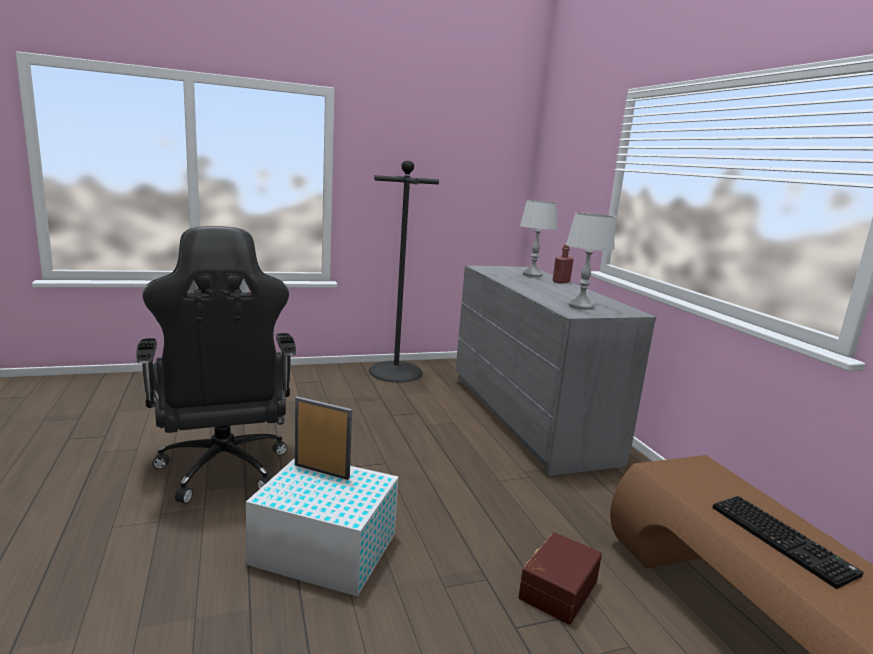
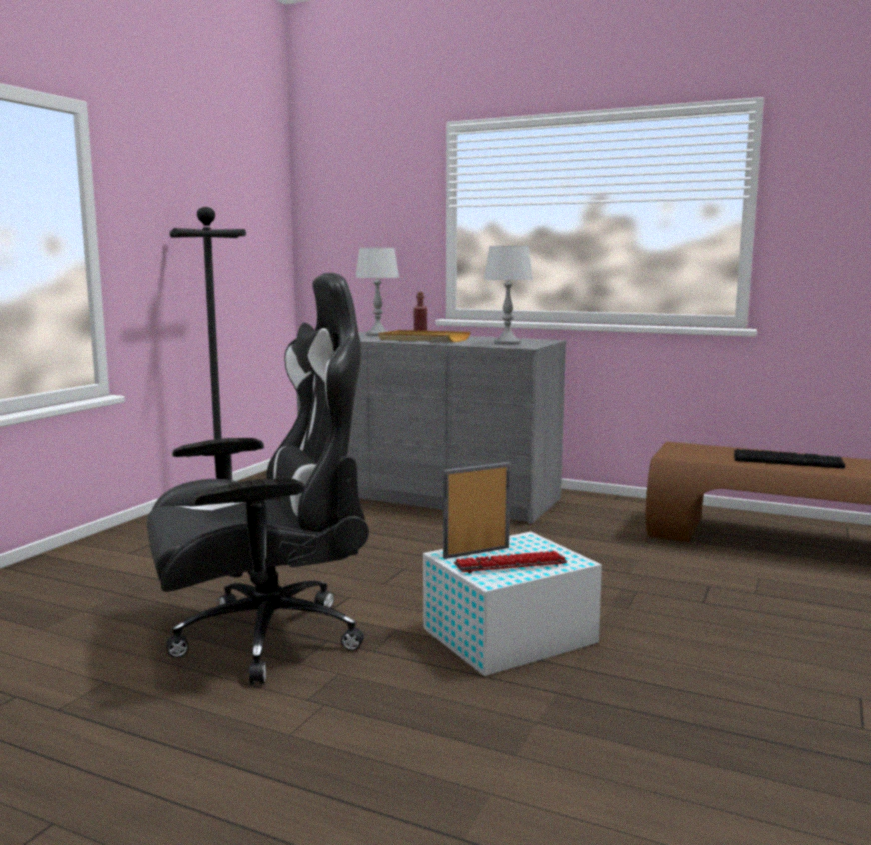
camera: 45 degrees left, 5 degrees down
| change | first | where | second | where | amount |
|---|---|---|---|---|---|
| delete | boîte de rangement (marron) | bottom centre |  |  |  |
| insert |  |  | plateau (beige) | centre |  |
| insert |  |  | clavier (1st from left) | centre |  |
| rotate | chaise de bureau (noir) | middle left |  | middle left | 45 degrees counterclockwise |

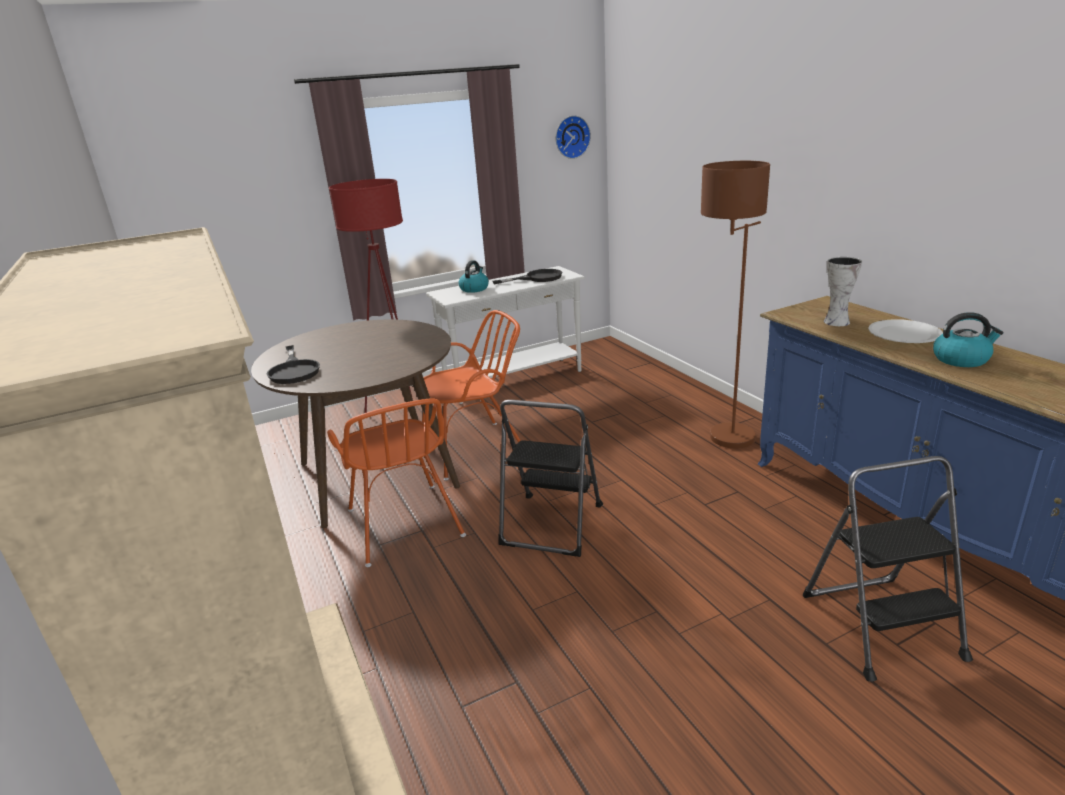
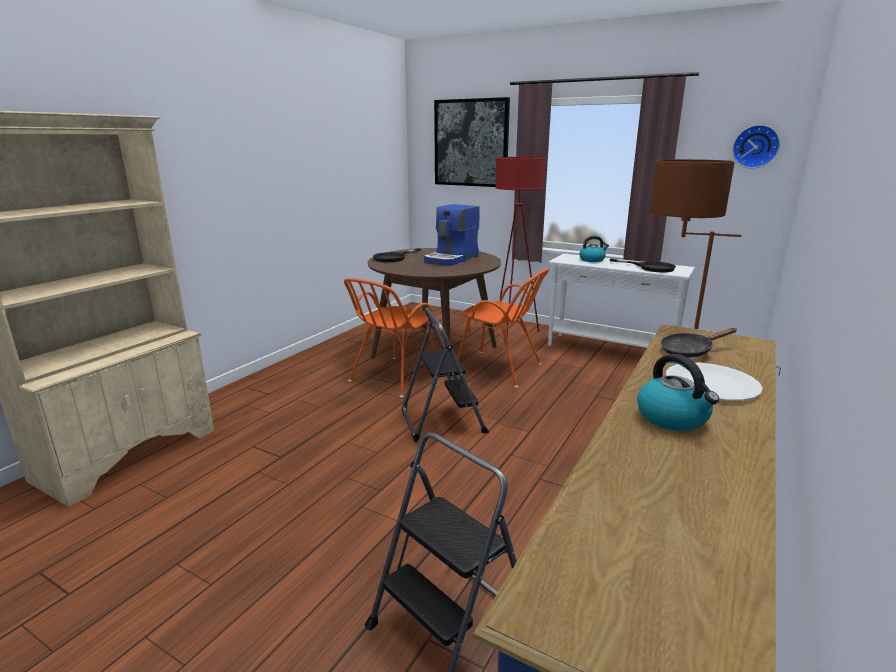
camera: 55 degrees right, 5 degrees down
| change | first | where | second | where | amount |
|---|---|---|---|---|---|
| insert |  |  | machine à café | centre |  |
| insert |  |  | tableau | top centre |  |
| replace | vase | middle right | poêle (noir) (3rd from left) | middle right |  |

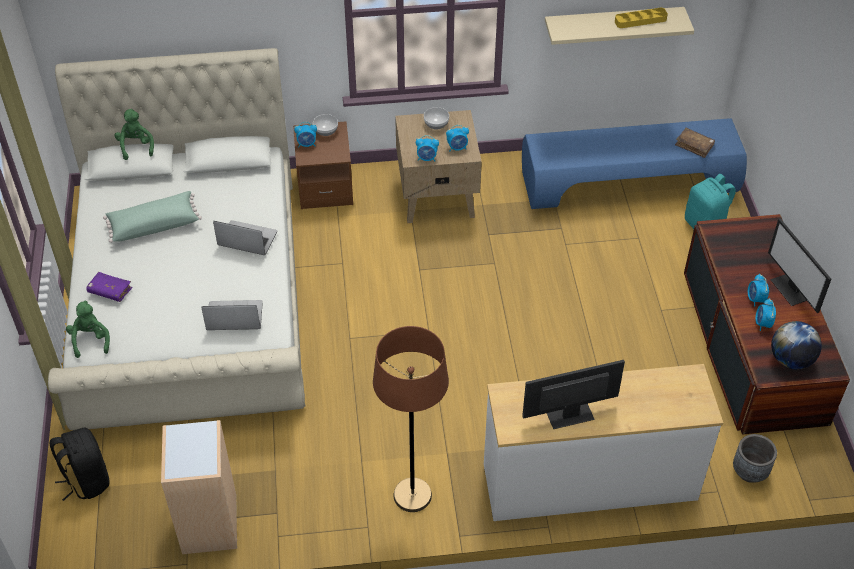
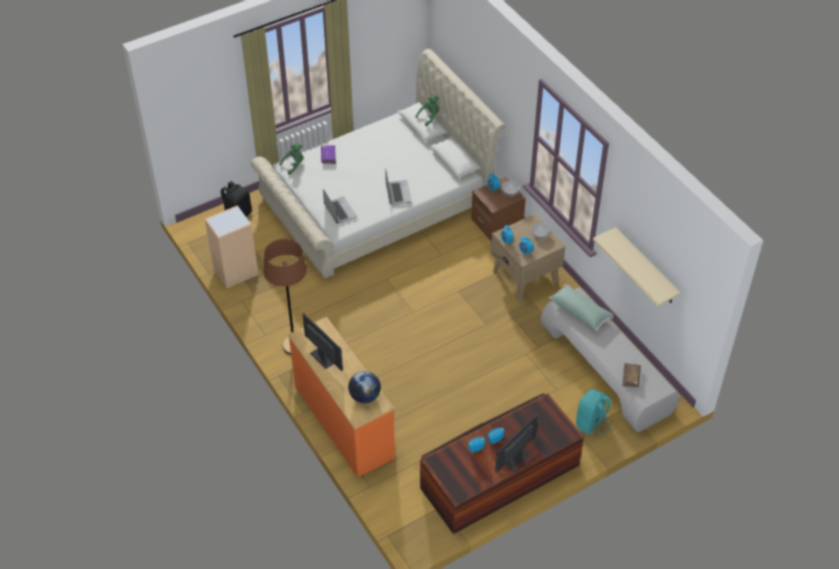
camera: 65 degrees right, 0 degrees up
| change | first | where | second | where | amount |
|---|---|---|---|---|---|
| delete | plateau (jaune) | top right |  |  |  |
| delete | cache-pot (gris) | bottom right |  |  |  |
| move | coussin (vert) | middle left |  | middle right |  |
| move | globe | middle right |  | bottom centre |  |
| recolor | commode (blanc) | bottom right | commode (orange) | bottom centre |  |
| recolor | banc (bleu) | top right | banc (gris) | middle right |  |

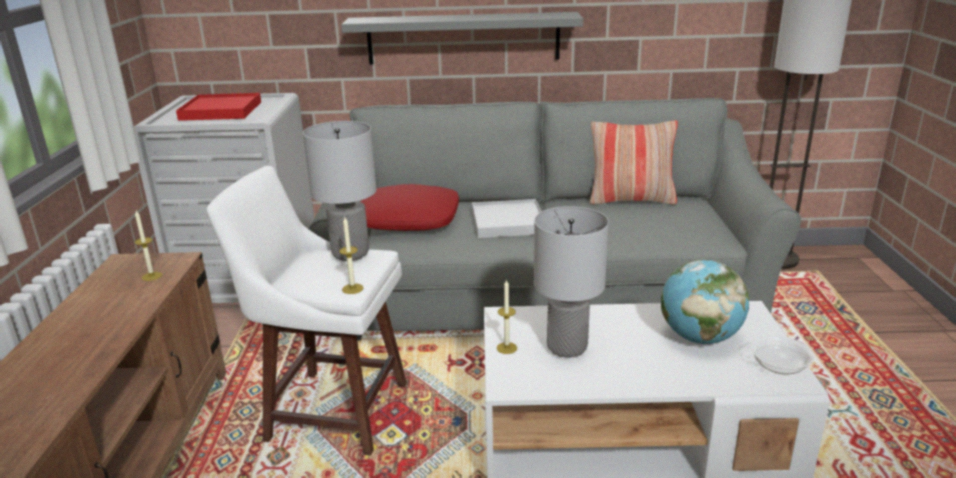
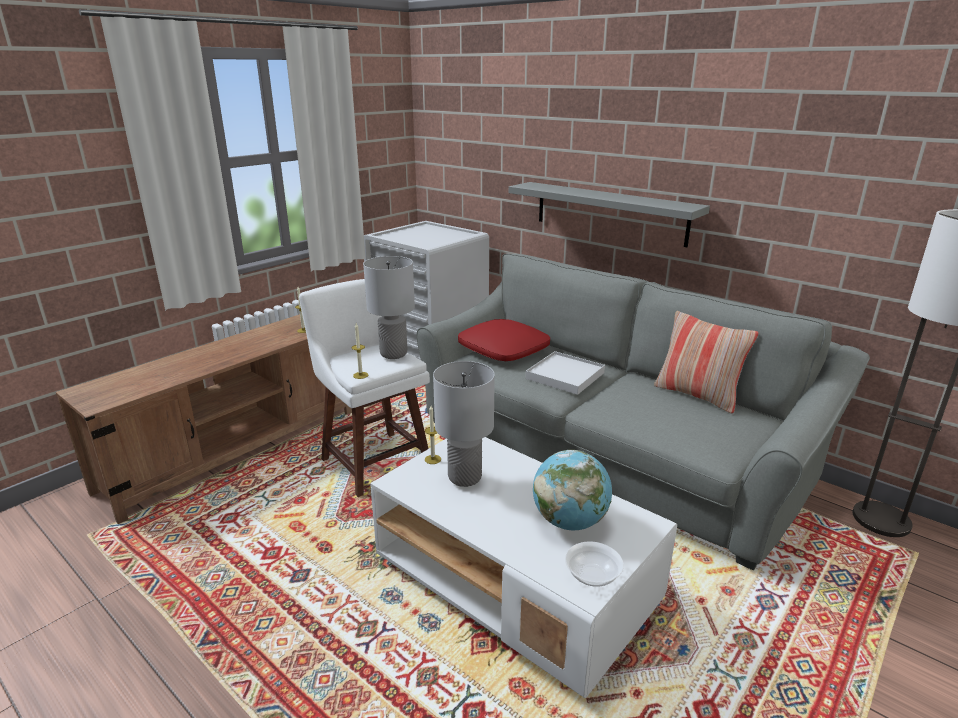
camera: 40 degrees right, 0 degrees up
| change | first | where | second | where | amount |
|---|---|---|---|---|---|
| delete | plateau (rouge) | top left |  |  |  |

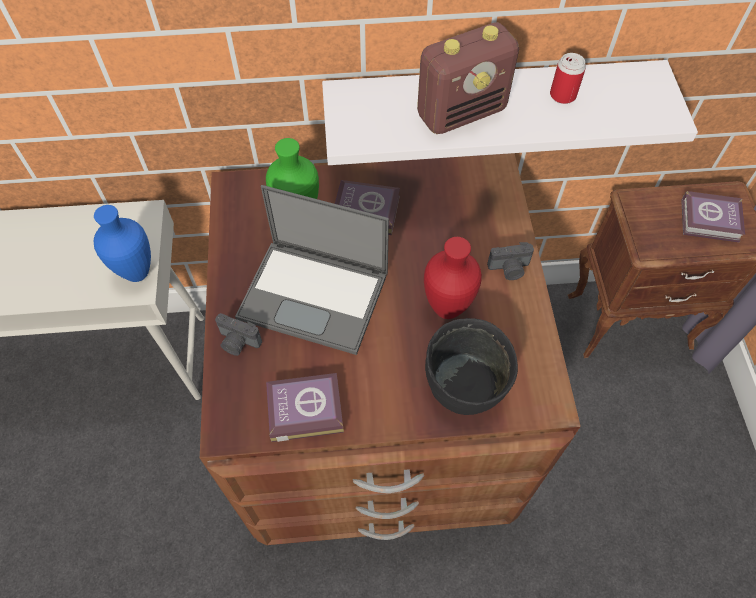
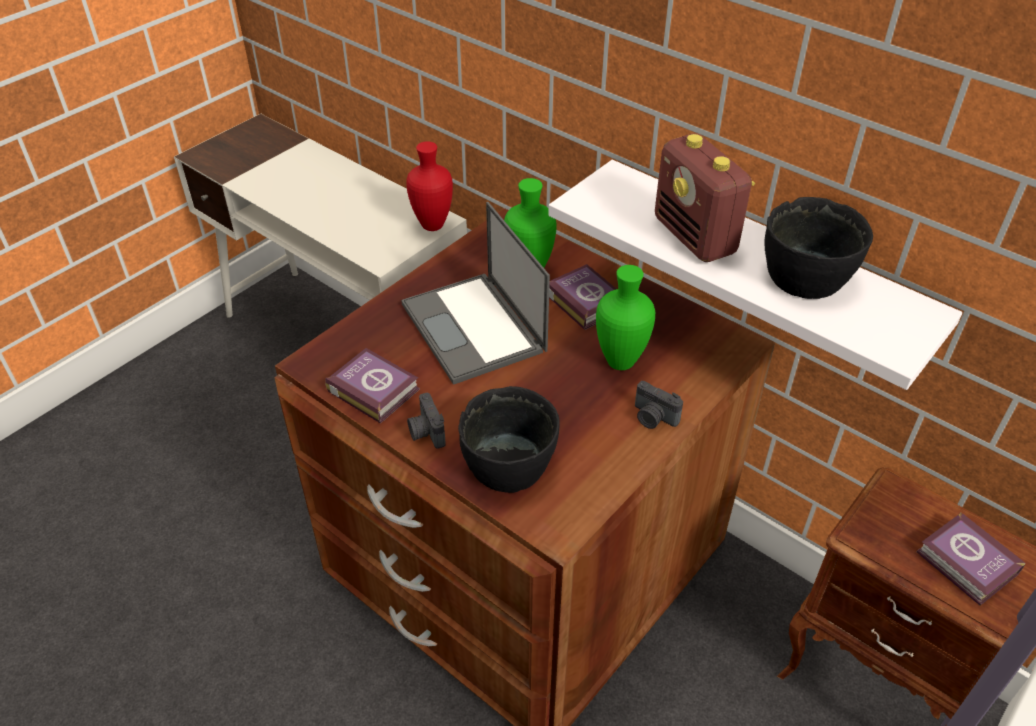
camera: 45 degrees right, 15 degrees down
| change | first | where | second | where | amount |
|---|---|---|---|---|---|
| delete | vase (bleu) | middle left |  |  |  |
| insert |  |  | vase (vert) (2nd from left) | centre |  |
| move | appareil photo (1st from left) | middle left |  | centre |  |
| move | vase (rouge) | centre |  | top centre |  |
| replace | boîte métallique | top right | bol (noir) (2nd from left) | middle right |  |
| rotate | radio | top centre |  | top right | 45 degrees clockwise |

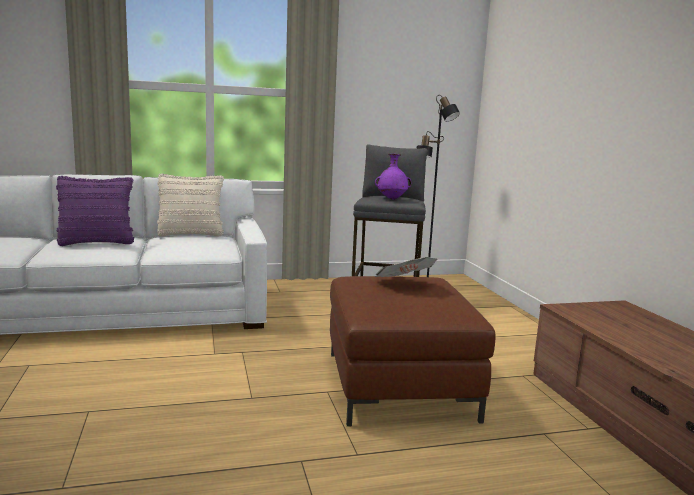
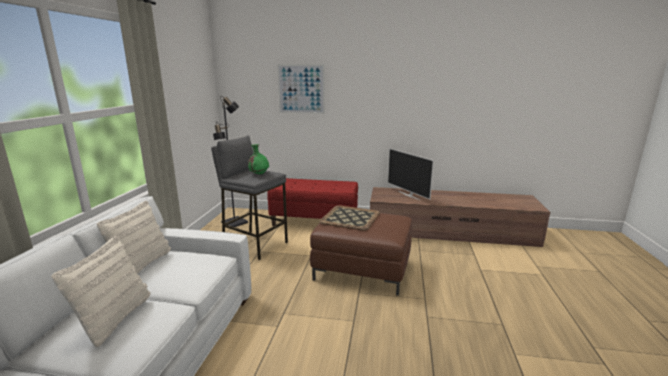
camera: 65 degrees left, 5 degrees up
| change | first | where | second | where | amount |
|---|---|---|---|---|---|
| insert |  |  | banc (rouge) | centre |  |
| insert |  |  | tableau | top centre |  |
| insert |  |  | téléviseur | centre |  |
| replace | journal | centre | plateau | centre |  |
| recolor | coussin (violet) | middle left | coussin (beige) (1st from left) | bottom left |  |
| recolor | vase (violet) | centre | vase (vert) | centre |  |

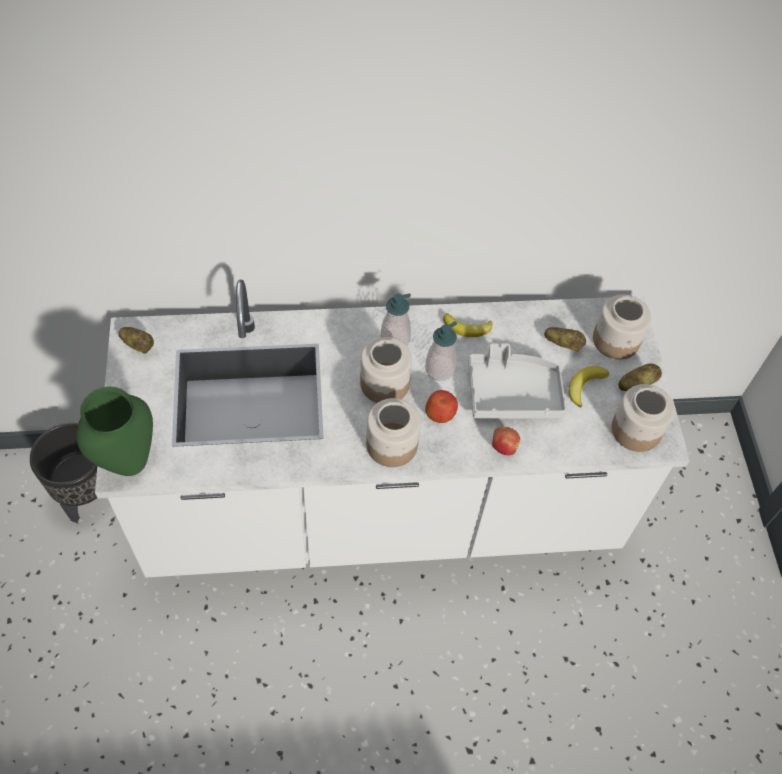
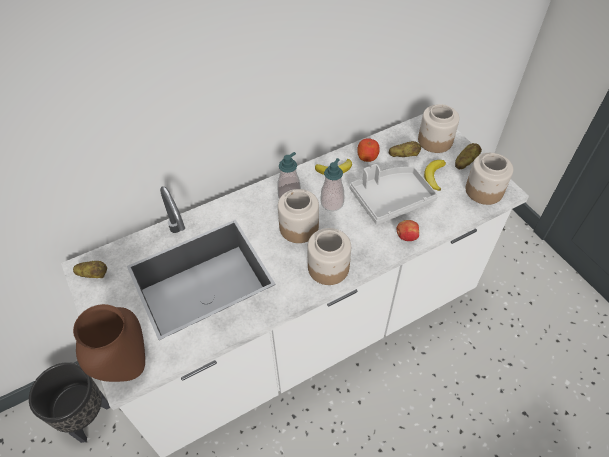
camera: 20 degrees left, 5 degrees down
| change | first | where | second | where | amount |
|---|---|---|---|---|---|
| move | pomme (1st from left) | centre |  | top centre |  |
| recolor | vase (vert) | middle left | vase (marron) | bottom left |  |

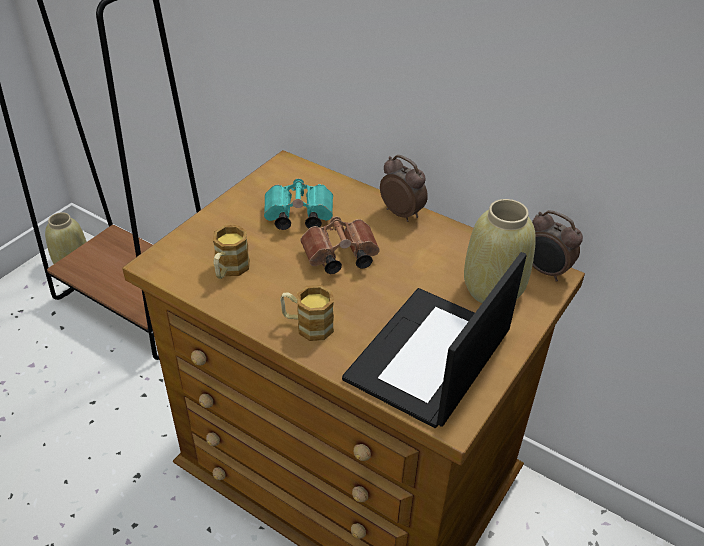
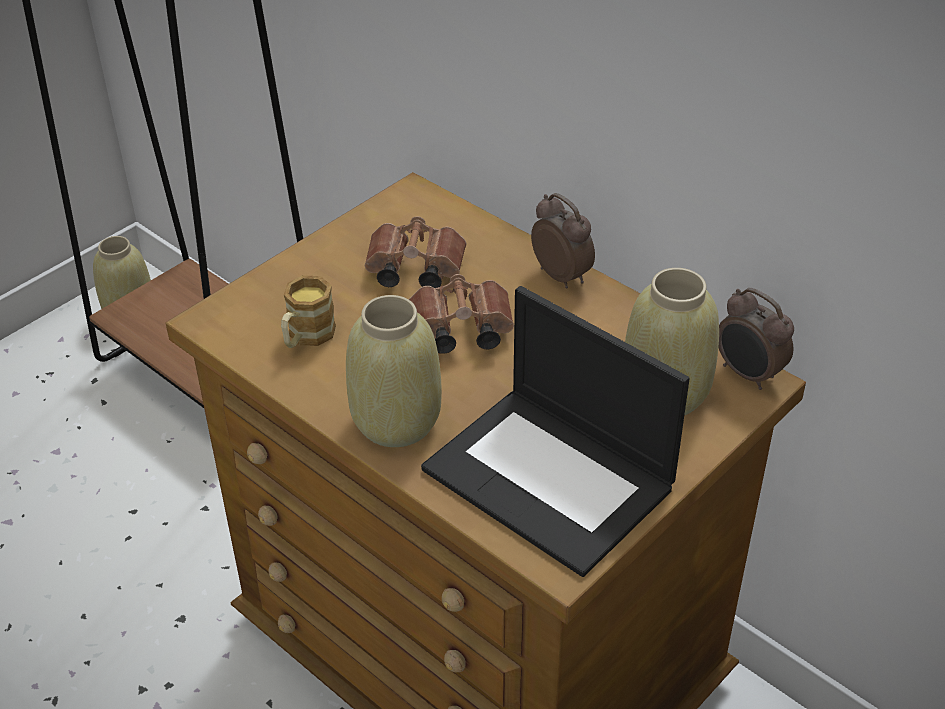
camera: 10 degrees right, 0 degrees up
| change | first | where | second | where | amount |
|---|---|---|---|---|---|
| replace | mug (2nd from left) | centre | vase (beige) (2nd from left) | centre |  |
| recolor | jumelles (turquoise) | centre | jumelles (marron) (1st from left) | centre |  |
| rotate | ordinateur portable | centre |  | centre | 90 degrees counterclockwise |

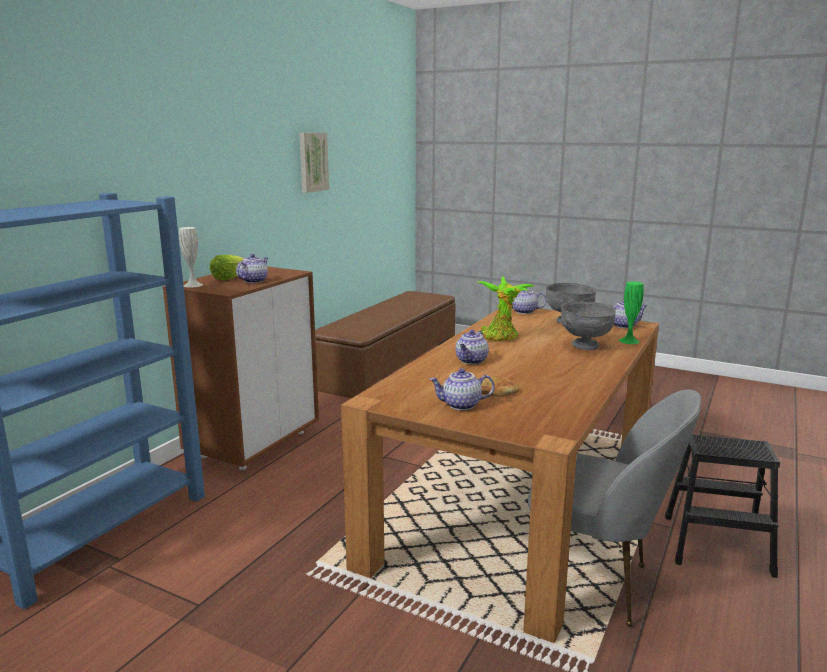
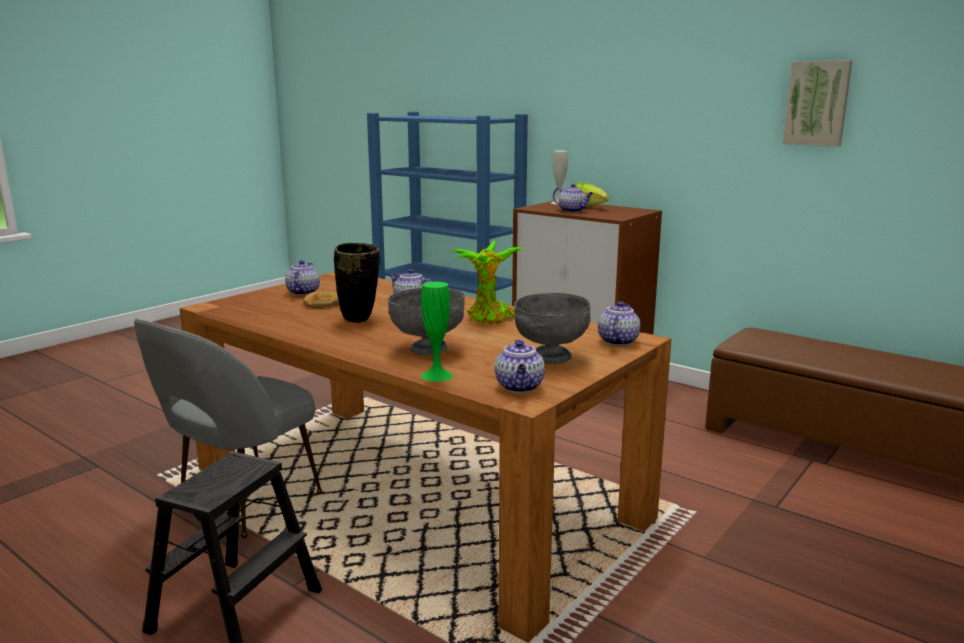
camera: 100 degrees right, 0 degrees up
| change | first | where | second | where | amount |
|---|---|---|---|---|---|
| insert |  |  | vase (noir) | centre |  |

